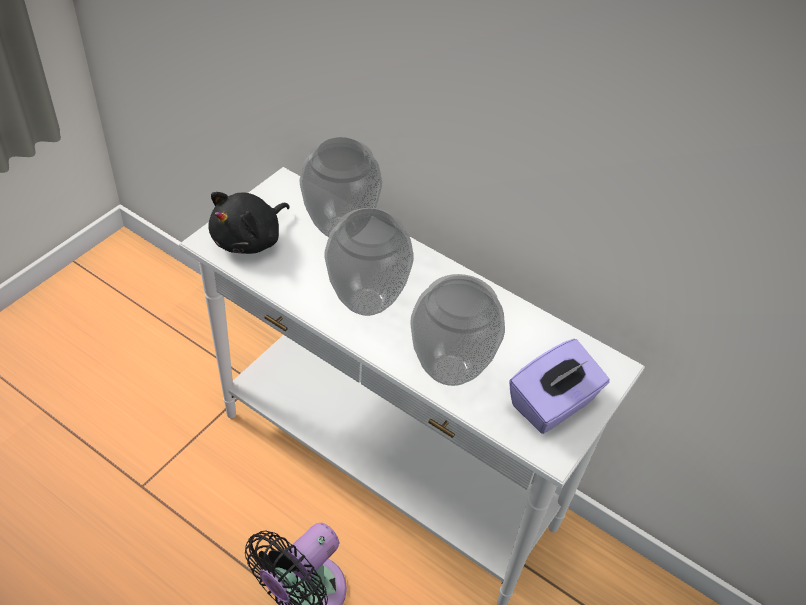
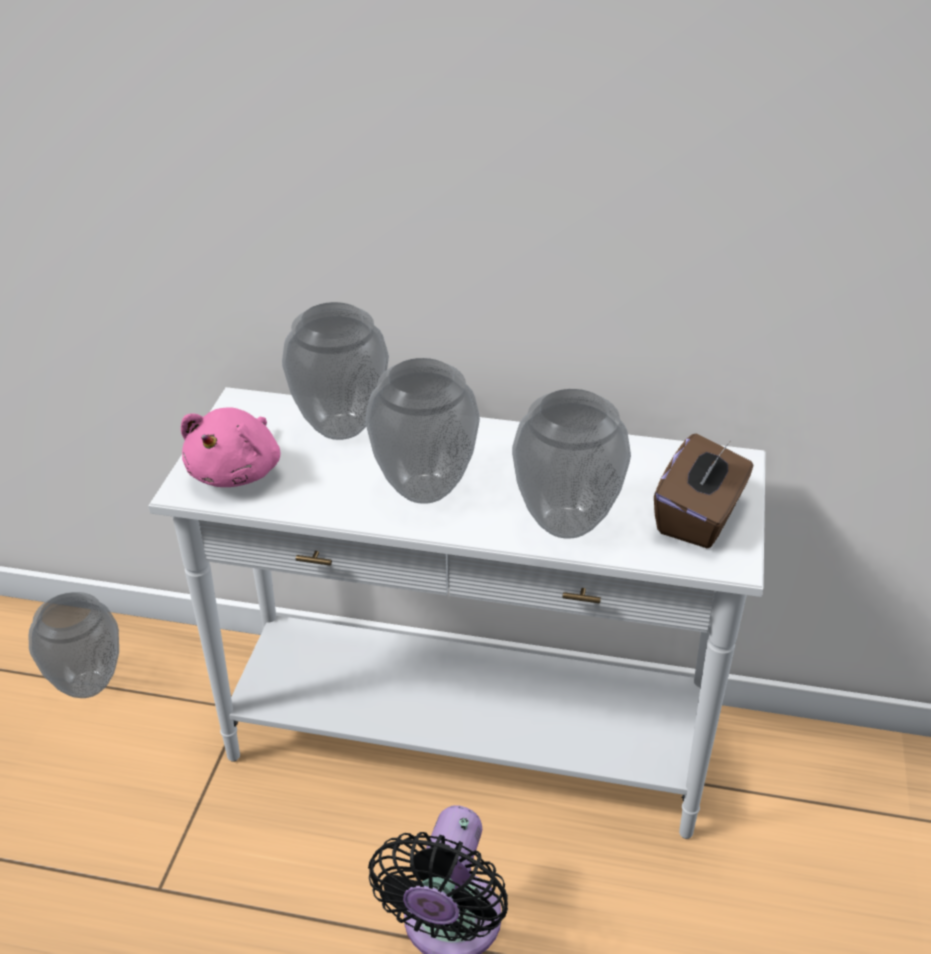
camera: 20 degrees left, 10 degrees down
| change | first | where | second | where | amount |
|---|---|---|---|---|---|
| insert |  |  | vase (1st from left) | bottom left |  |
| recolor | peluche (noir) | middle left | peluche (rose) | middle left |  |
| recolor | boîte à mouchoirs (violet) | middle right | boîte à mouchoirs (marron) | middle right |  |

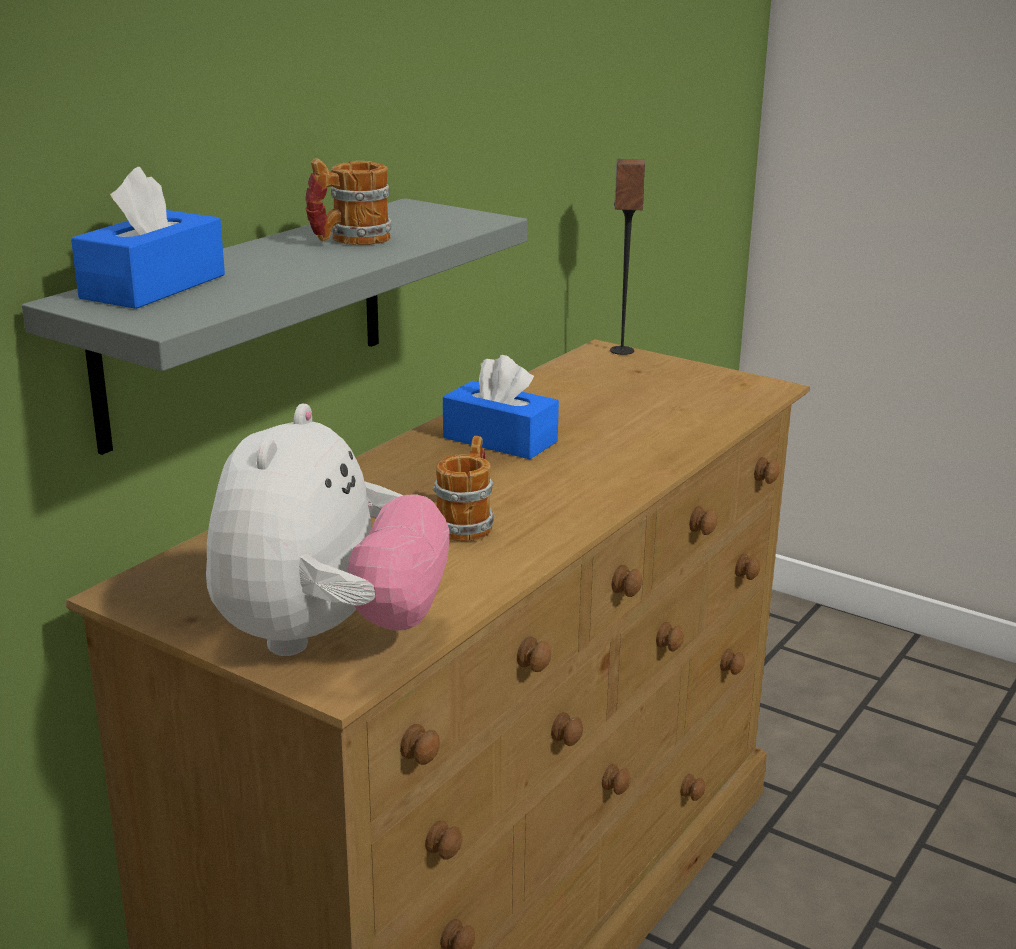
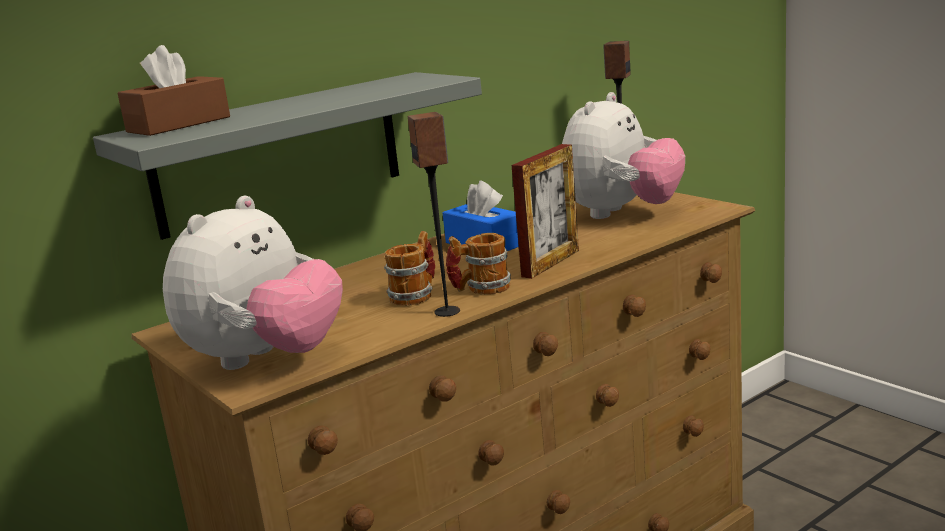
camera: 20 degrees right, 5 degrees down
| change | first | where | second | where | amount |
|---|---|---|---|---|---|
| insert |  |  | enceinte (1st from left) | centre |  |
| insert |  |  | cadre photo | centre |  |
| insert |  |  | peluche (2nd from left) | top centre |  |
| move | mug (1st from left in the first image) | top centre | mug (2nd from left) | centre |  |
| recolor | boîte à mouchoirs (bleu) (1st from left) | top left | boîte à mouchoirs (marron) | top left |  |

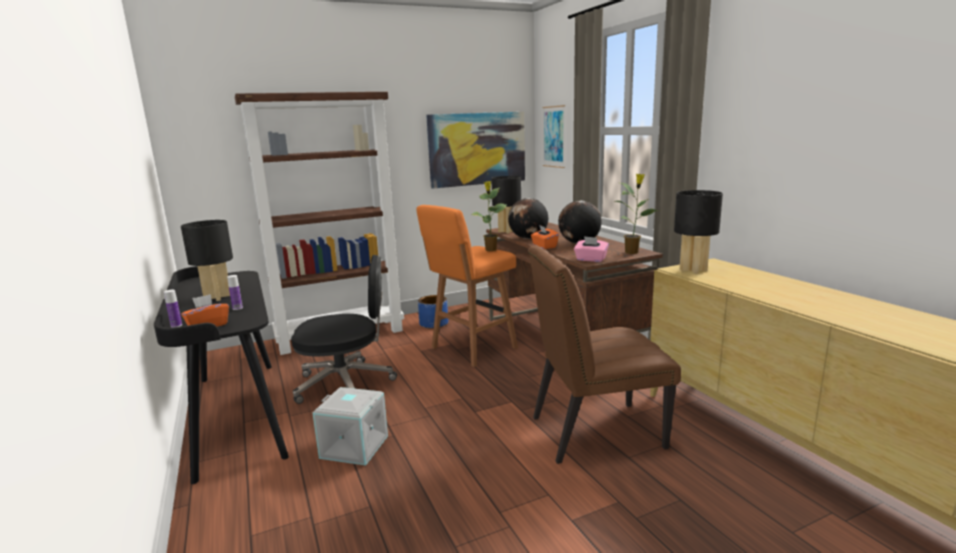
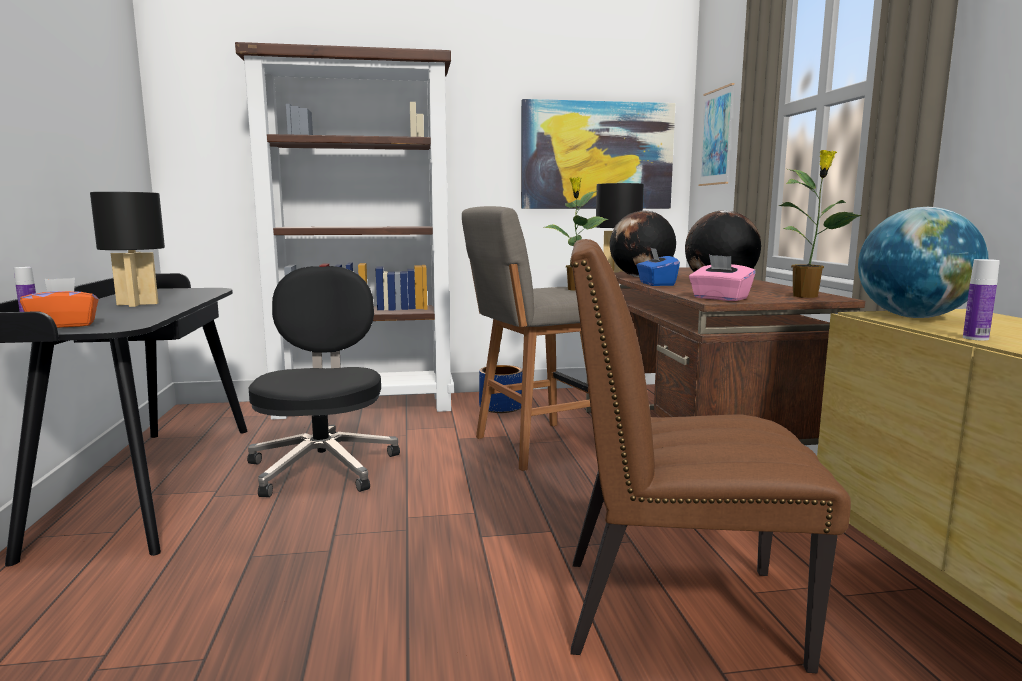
camera: 15 degrees right, 5 degrees down
| change | first | where | second | where | amount |
|---|---|---|---|---|---|
| delete | boîte de rangement (gris) | bottom centre |  |  |  |
| move | bouteille (2nd from left) | middle left |  | middle right |  |
| replace | lampe de table (noir) (3rd from left) | middle right | globe (3rd from left) | middle right |  |
| recolor | tabouret (orange) | centre | tabouret (gris) | centre |  |
| recolor | boîte à mouchoirs (orange) (2nd from left) | centre | boîte à mouchoirs (bleu) | centre |  |
| rotate | chaise de bureau (noir) | centre |  | middle left | 105 degrees counterclockwise |

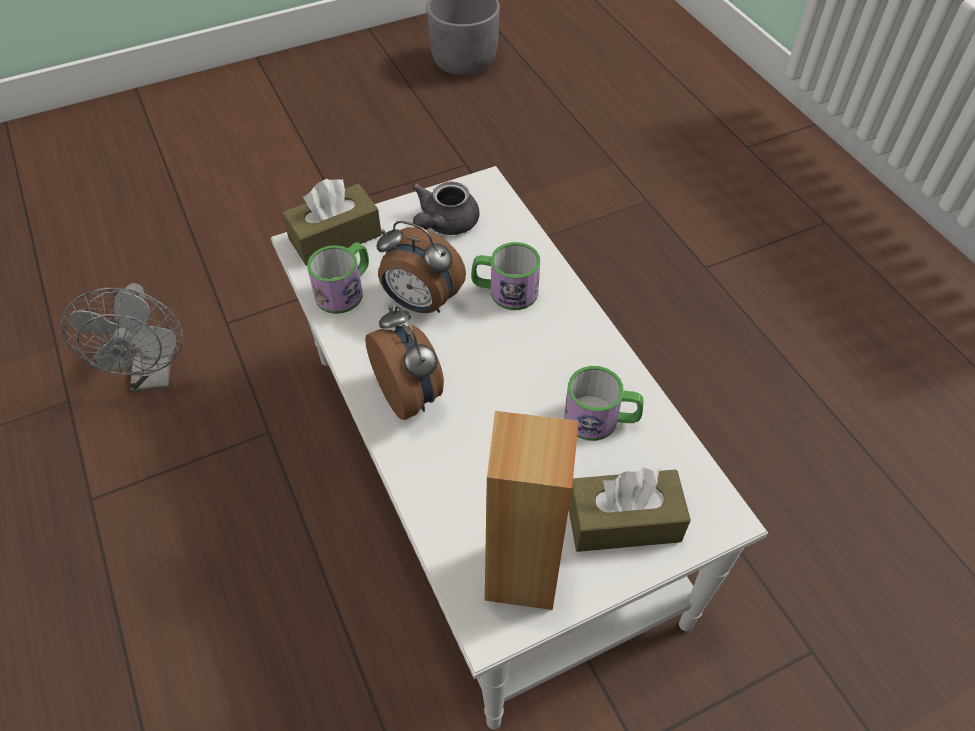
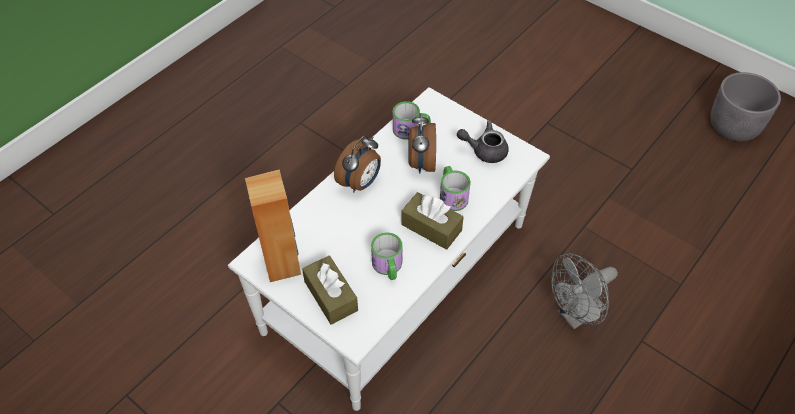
camera: 65 degrees right, 0 degrees up
| change | first | where | second | where | amount |
|---|---|---|---|---|---|
| move | ventilateur (gris) | middle left |  | bottom right |  |
| move | boîte à mouchoirs (marron) (1st from left in the first image) | top centre | boîte à mouchoirs (marron) (2nd from left) | centre |  |

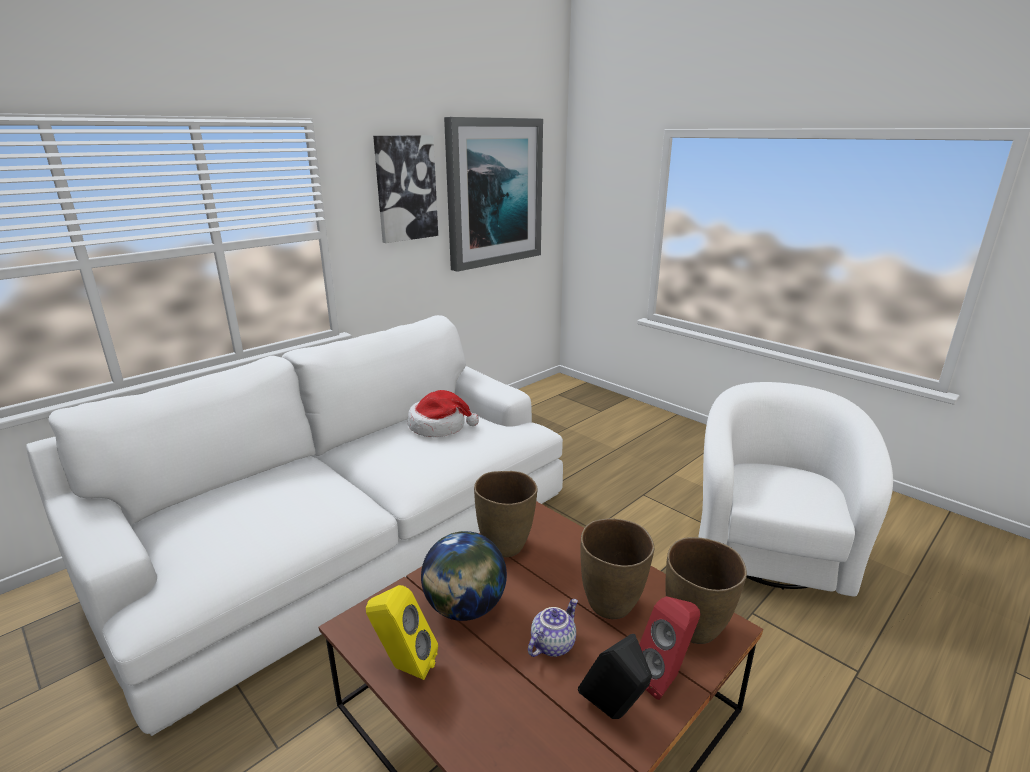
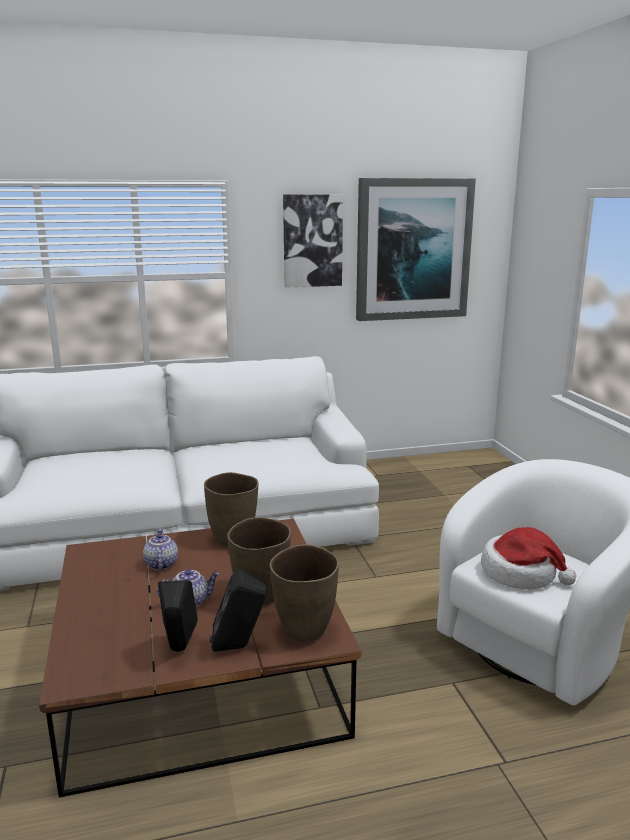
camera: 30 degrees right, 5 degrees down
| change | first | where | second | where | amount |
|---|---|---|---|---|---|
| delete | enceinte (jaune) | bottom centre |  |  |  |
| move | chapeau | centre |  | middle right |  |
| replace | globe | bottom centre | théière (1st from left) | middle left |  |
| recolor | enceinte (rouge) | bottom centre | enceinte (noir) (2nd from left) | bottom centre |  |

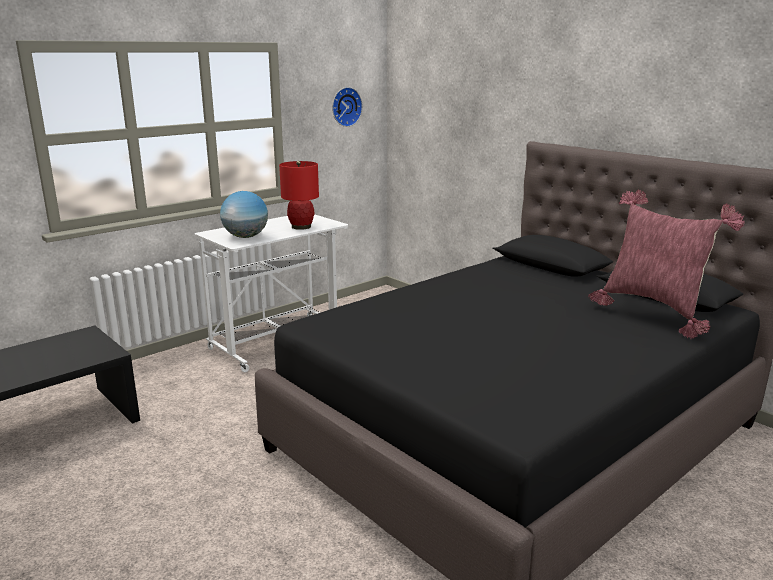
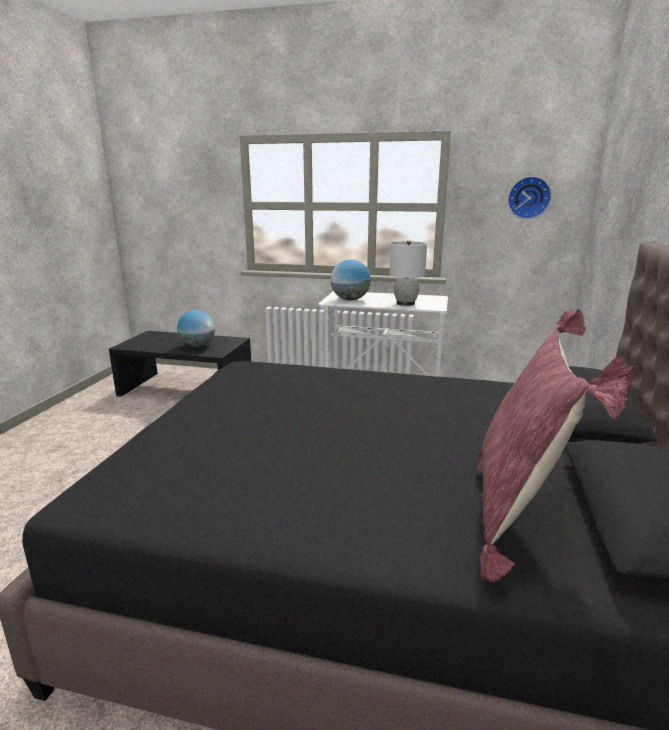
camera: 55 degrees right, 0 degrees up
| change | first | where | second | where | amount |
|---|---|---|---|---|---|
| insert |  |  | globe (1st from left) | middle left |  |
| recolor | lampe de table (rouge) | centre | lampe de table (blanc) | centre |  |

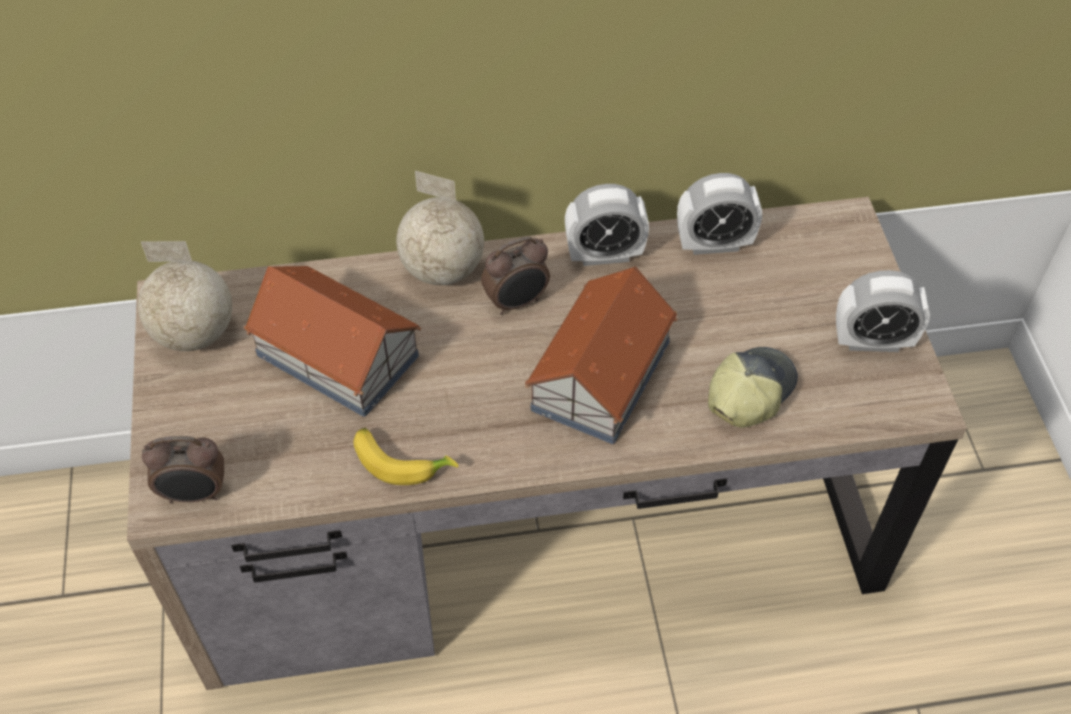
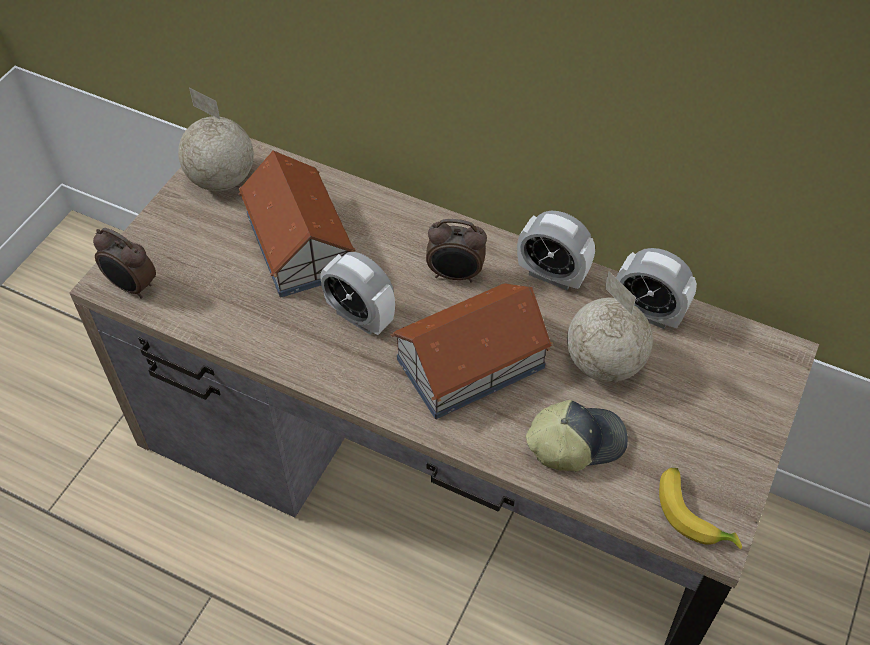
camera: 35 degrees right, 0 degrees up
| change | first | where | second | where | amount |
|---|---|---|---|---|---|
| move | banane | centre |  | bottom right |  |
| move | globe (2nd from left) | top centre |  | middle right |  |
| move | réveil (5th from left in the first image) | middle right | réveil (2nd from left) | centre |  |

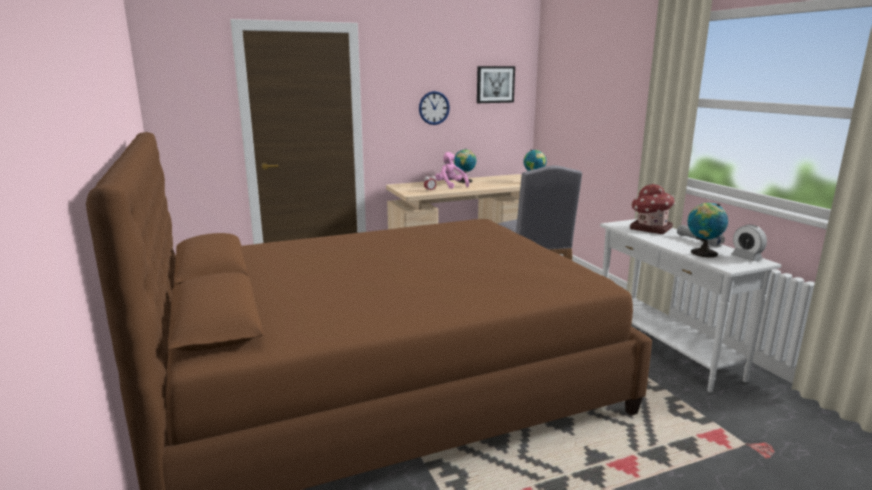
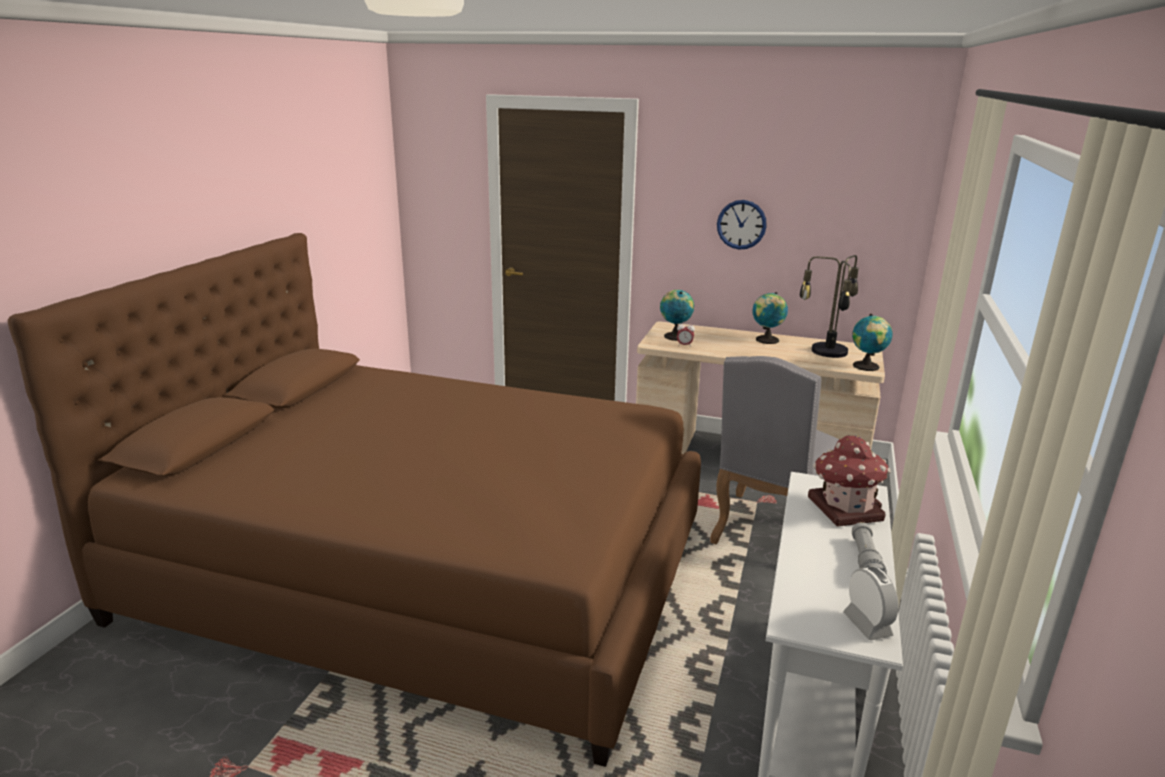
camera: 40 degrees right, 5 degrees up
| change | first | where | second | where | amount |
|---|---|---|---|---|---|
| delete | peluche (rose) | centre |  |  |  |
| delete | tableau | top centre |  |  |  |
| insert |  |  | lampe de table | middle right |  |
| move | globe (3rd from left in the first image) | middle right | globe (1st from left) | centre |  |
| rotate | réveil (2nd from left) | middle right |  | bottom right | 150 degrees clockwise |

